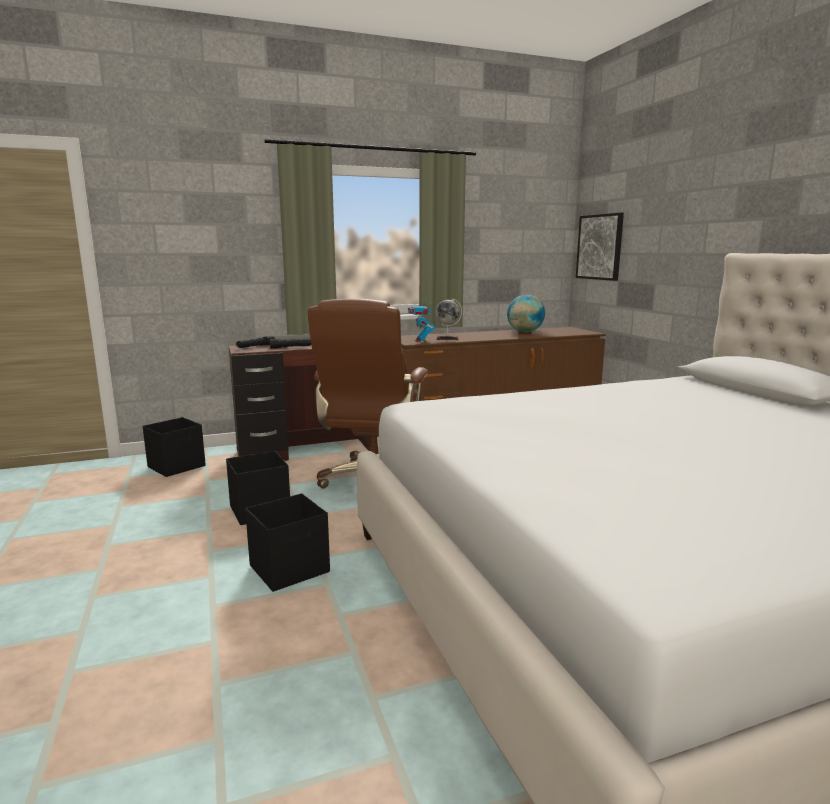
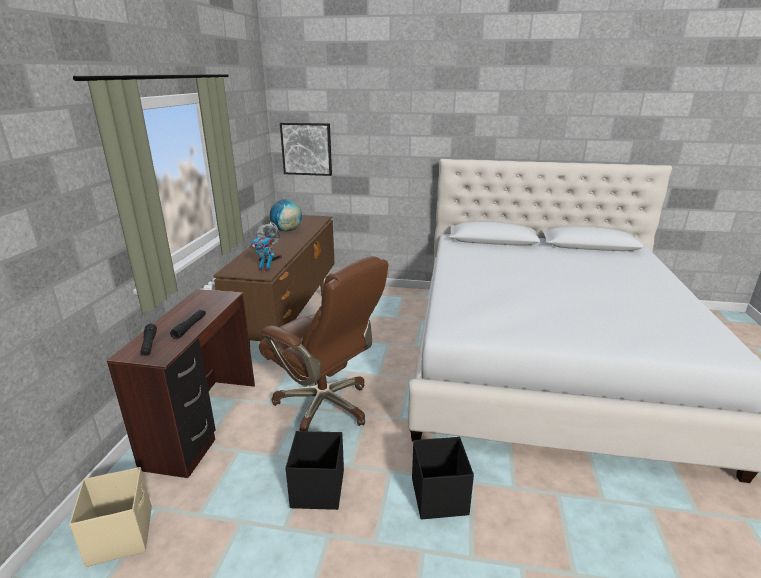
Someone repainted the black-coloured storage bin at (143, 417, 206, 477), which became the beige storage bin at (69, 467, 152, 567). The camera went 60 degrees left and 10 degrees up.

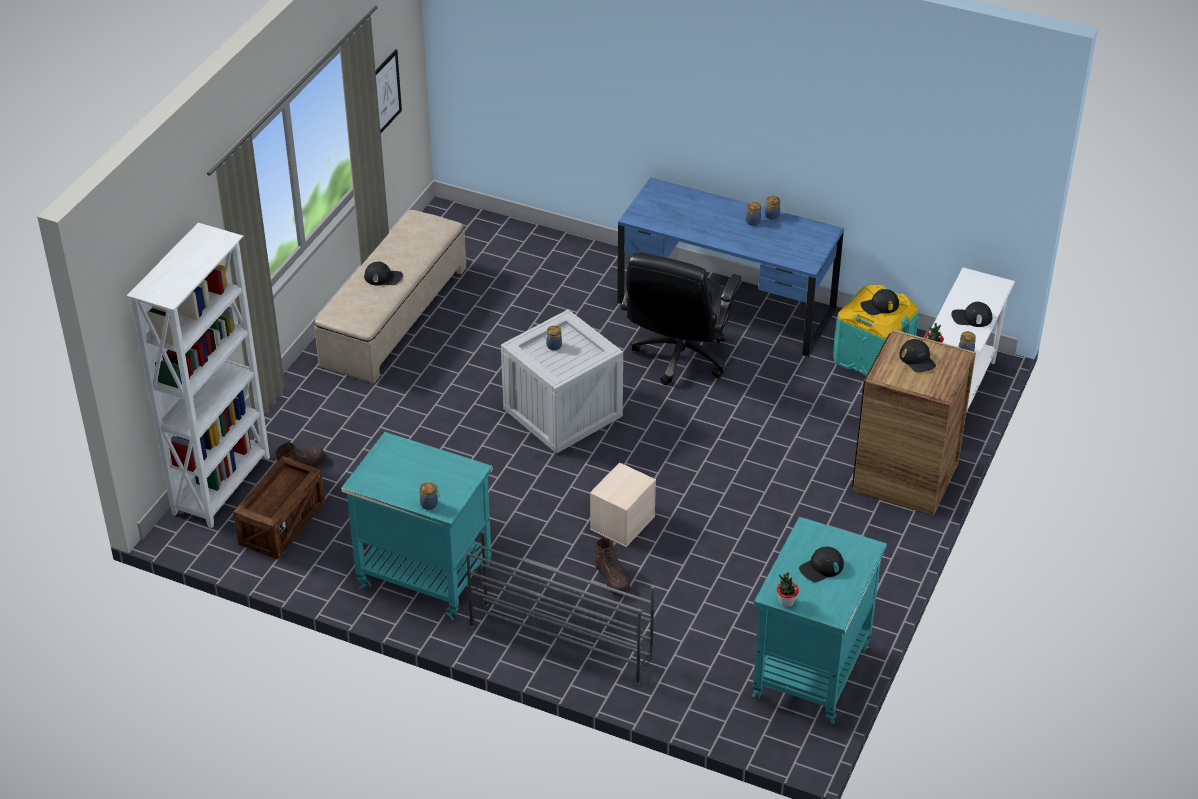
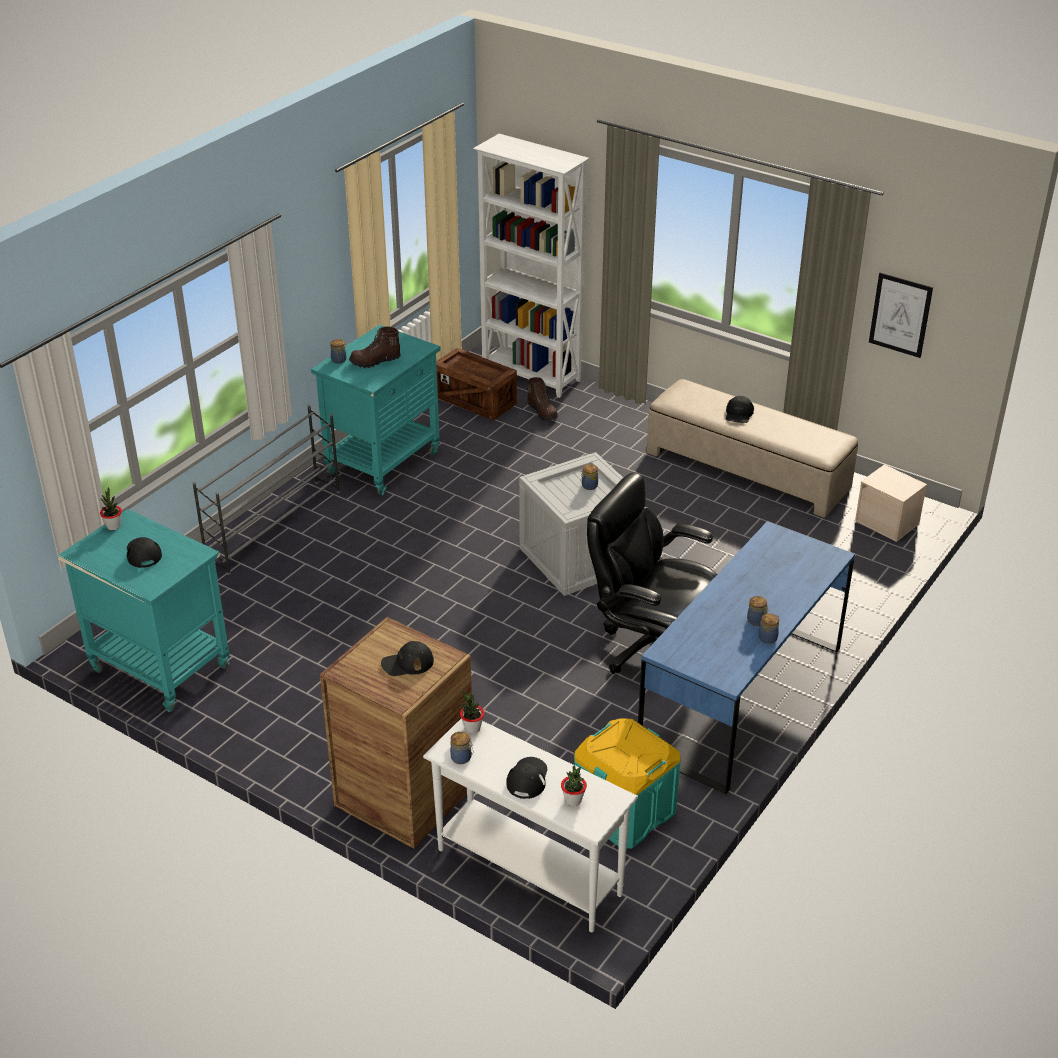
Someone took away the black-coloured baseball cap at (860, 289, 899, 315). Someone put down the potted plant at (561, 766, 587, 806). Someone carried the beige storage bin from (590, 462, 656, 547) to (855, 464, 927, 542). Someone carried the brown-coloured boot from (594, 538, 631, 596) to (349, 327, 401, 368). The camera went 100 degrees right and 5 degrees down.

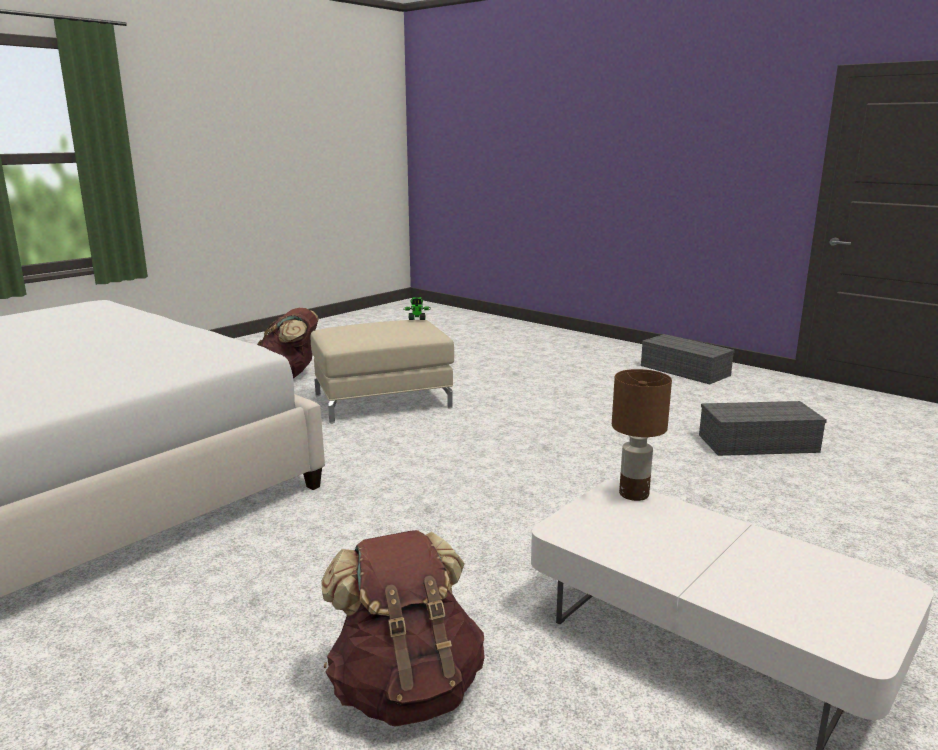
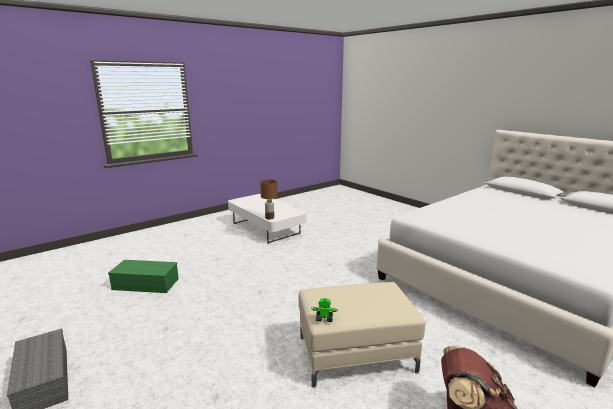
Someone took away the brown-coloured rucksack at (321, 530, 485, 727). Someone repainted the grey storage bin at (699, 401, 827, 456), which became the green-coloured storage bin at (108, 260, 179, 293). The camera went 170 degrees left and 0 degrees up.

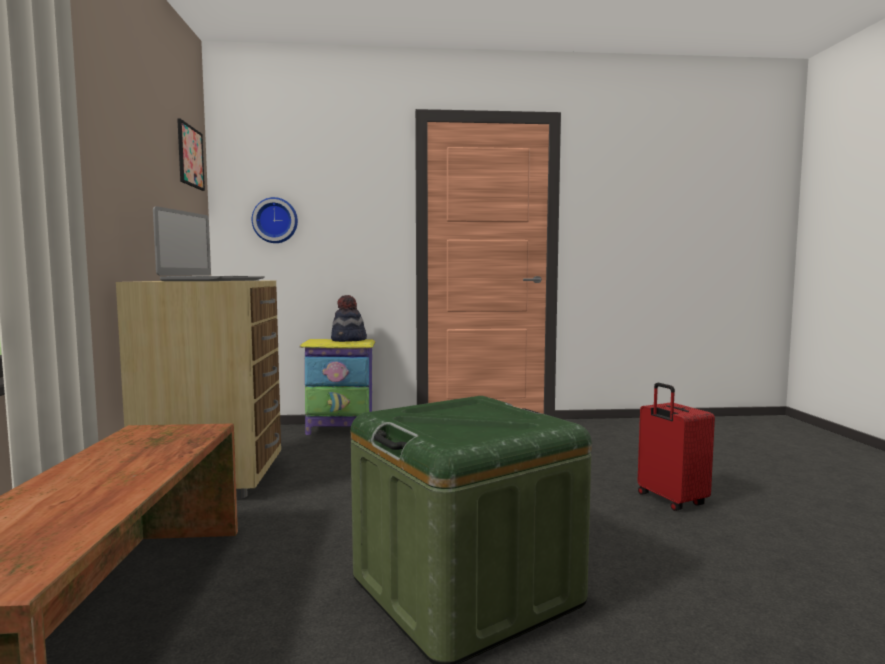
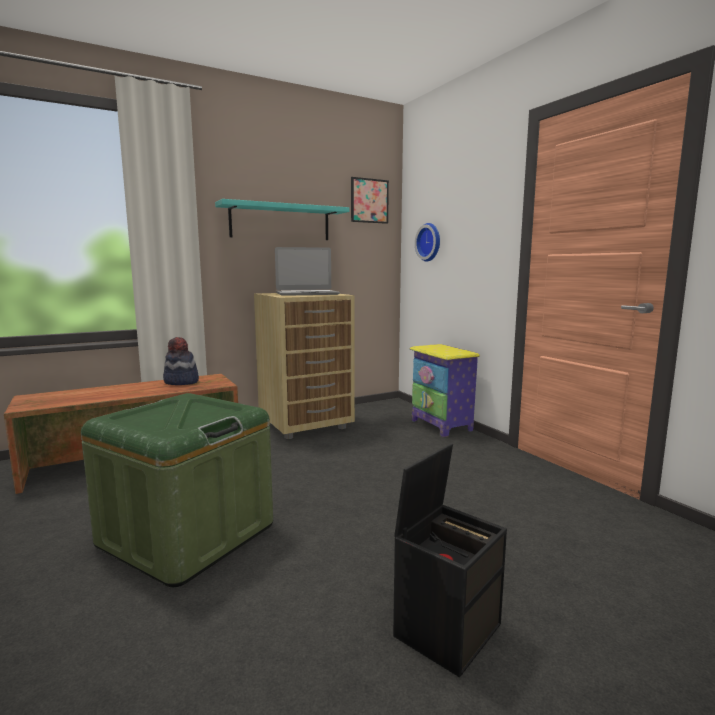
Someone put up the blue-green bracket shelf at (215, 199, 349, 240). Someone carried the hat from (331, 295, 367, 342) to (163, 337, 199, 385). Someone swapped the red travel case at (638, 383, 715, 511) for the black-coloured storage bin at (393, 443, 507, 677). The camera went 65 degrees right and 5 degrees up.

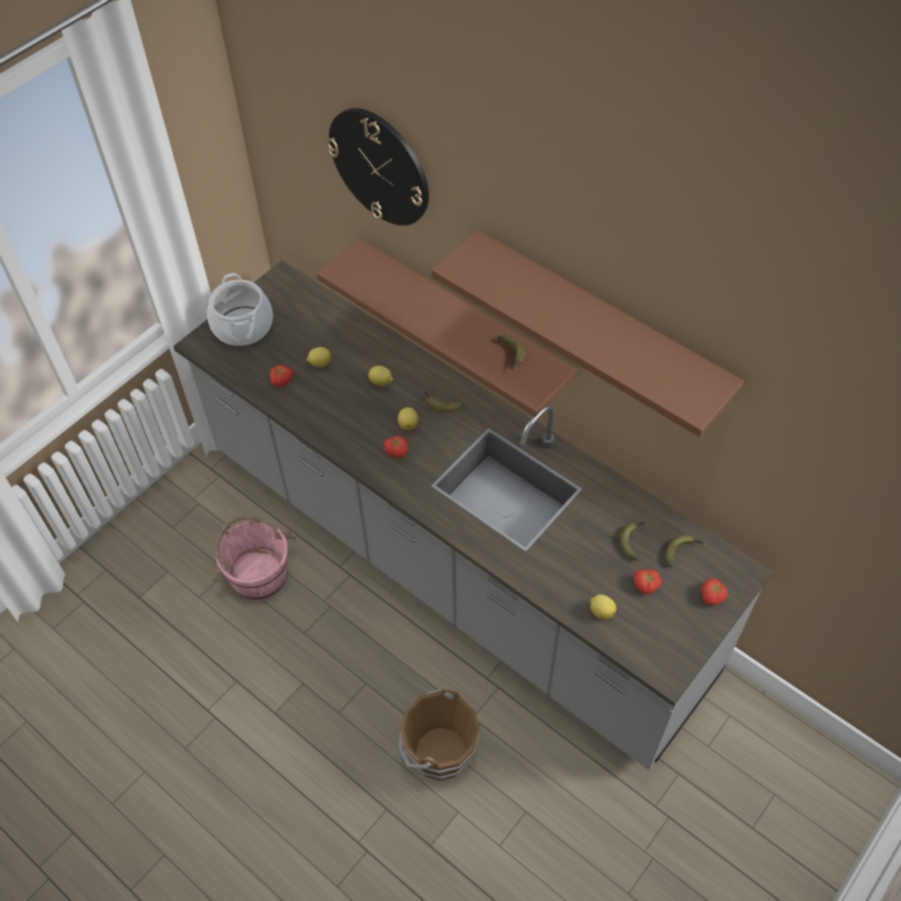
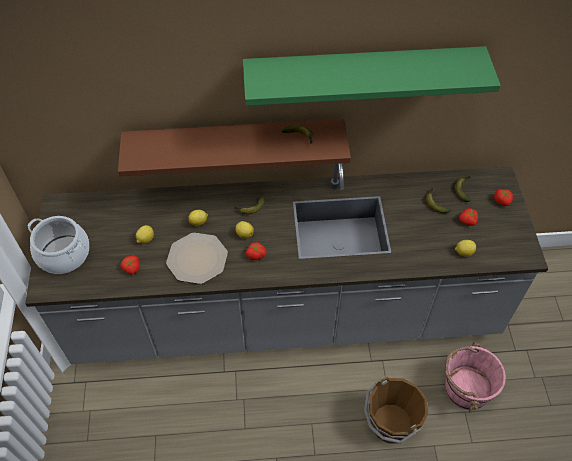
Someone took away the clock on the wall at (327, 108, 429, 226). Someone put down the plate at (166, 233, 228, 284). Someone carried the pink-coloured water bucket from (212, 515, 296, 600) to (445, 342, 506, 413). Someone repainted the brown-coloured bracket shelf at (431, 230, 744, 437), which became the green-coloured bracket shelf at (243, 46, 501, 106). The camera went 45 degrees left and 0 degrees up.

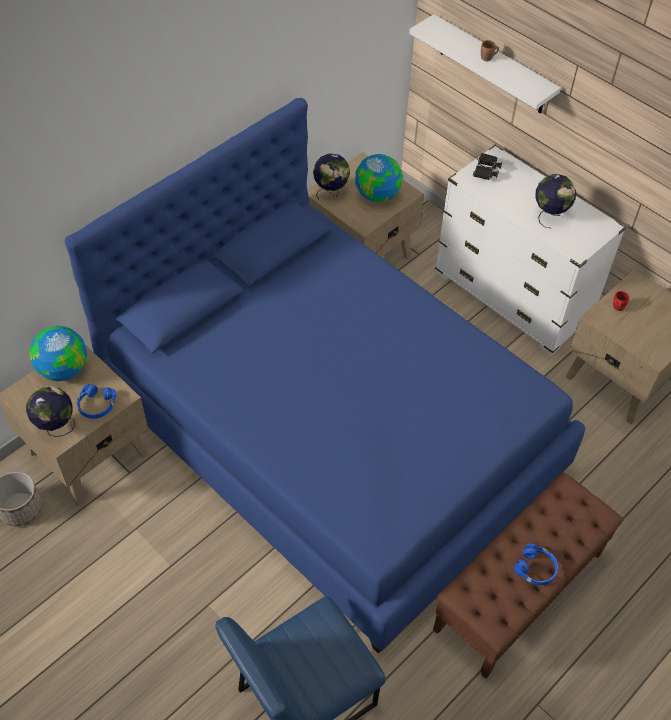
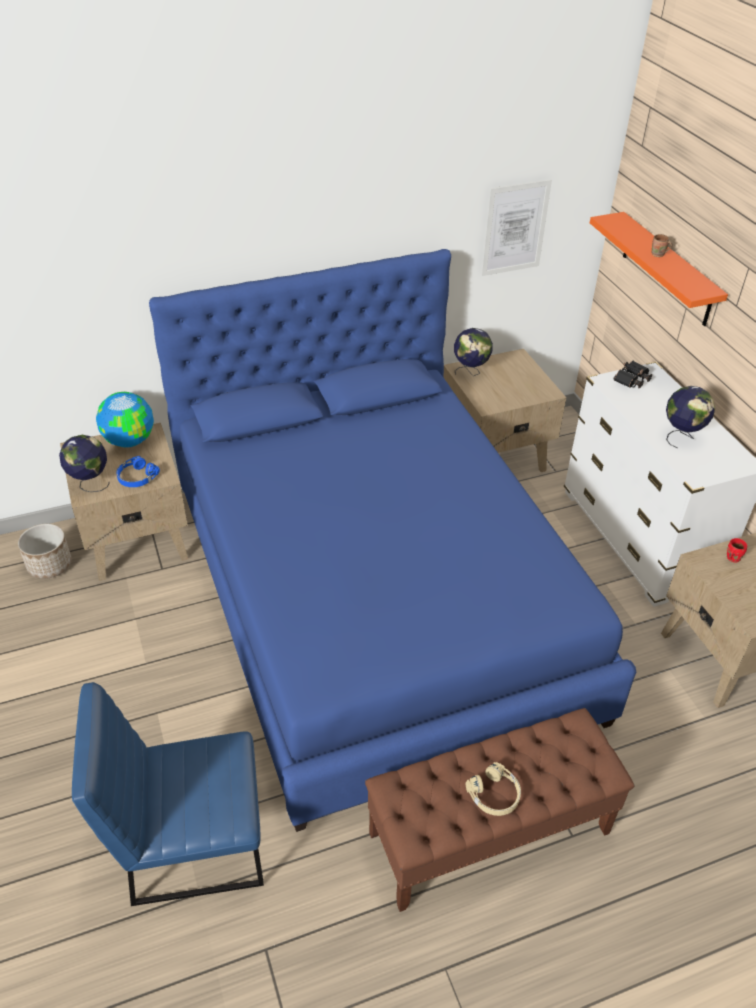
Someone took away the globe at (355, 154, 403, 202). Someone put up the wall art at (481, 179, 552, 276). Someone repainted the white bracket shelf at (409, 14, 561, 114), which became the orangey bracket shelf at (590, 212, 728, 326). Someone repainted the blue-coloured pair of headphones at (514, 544, 558, 585), which became the beige pair of headphones at (465, 762, 521, 816). The camera went 25 degrees right and 10 degrees down.

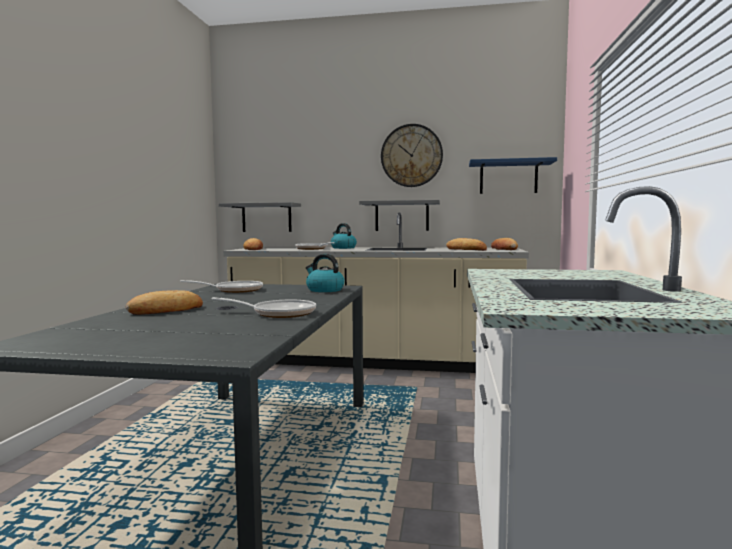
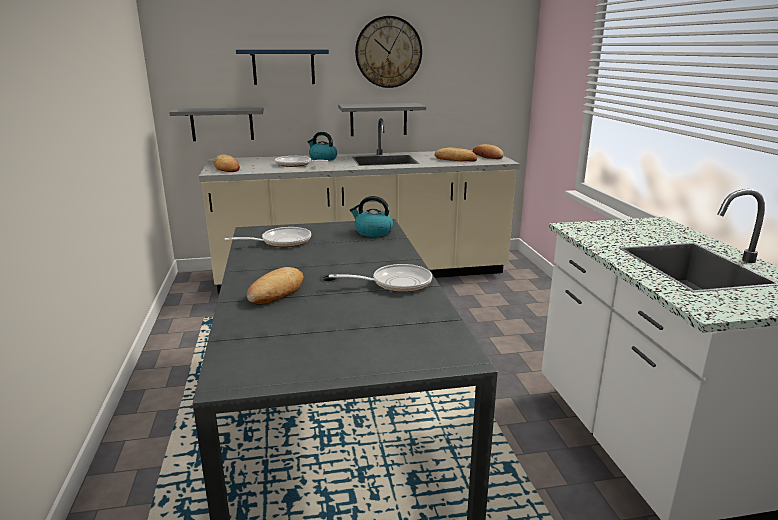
Someone carried the blue-coloured bracket shelf from (469, 157, 557, 194) to (236, 49, 329, 85). The camera went 20 degrees left and 15 degrees up.

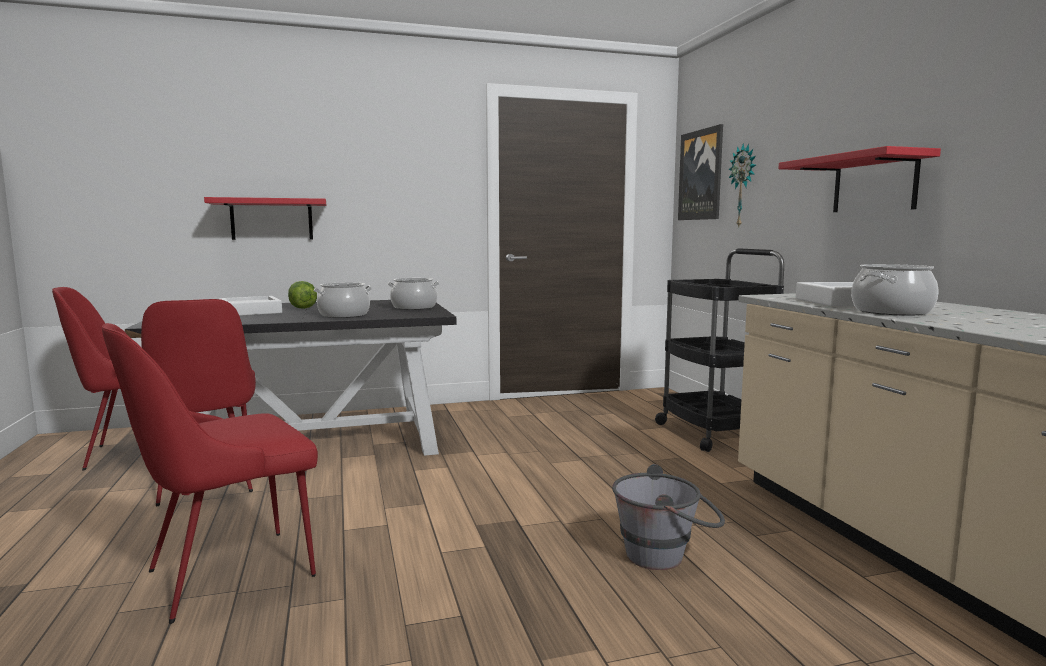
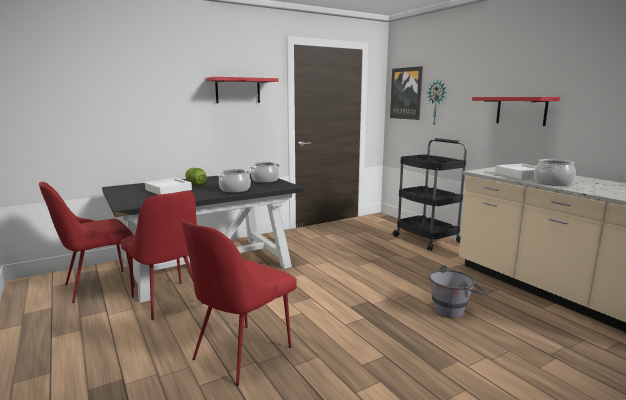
Someone carried the red bracket shelf from (204, 197, 326, 240) to (206, 77, 278, 103). The camera went 15 degrees left and 5 degrees up.

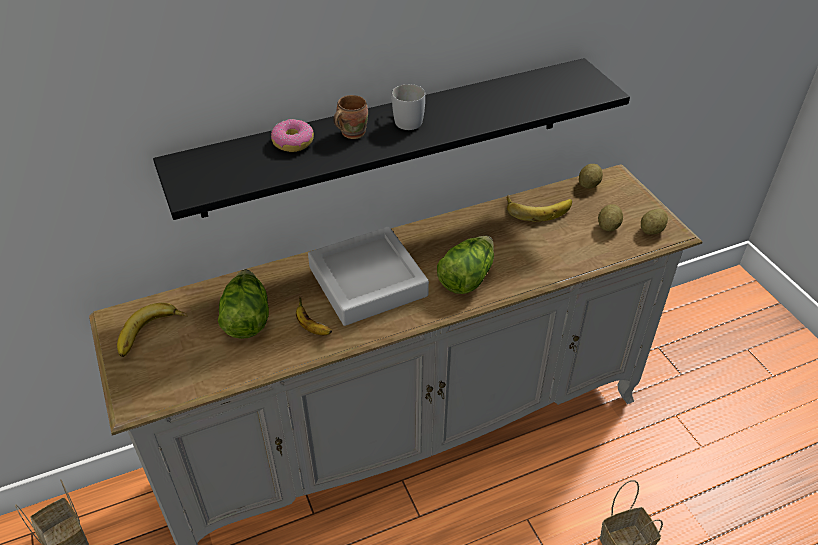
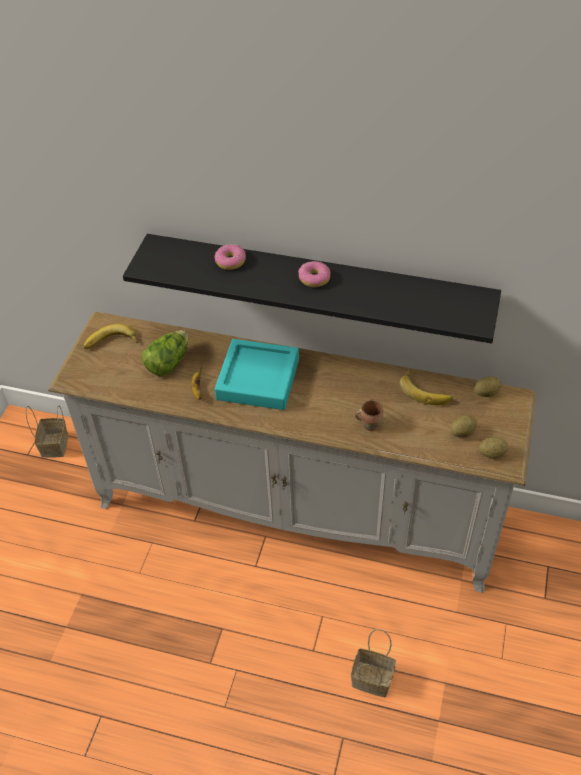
Someone took away the lettuce head at (437, 236, 494, 294). Someone carried the brown-coloured coffee mug from (333, 95, 368, 139) to (355, 400, 383, 431). Someone swapped the white coffee mug at (391, 84, 425, 130) for the ring doughnut at (298, 261, 331, 287). Someone repainted the grey serving tray at (308, 226, 429, 326), which became the blue-green serving tray at (215, 339, 299, 410). The camera went 40 degrees right and 5 degrees up.

